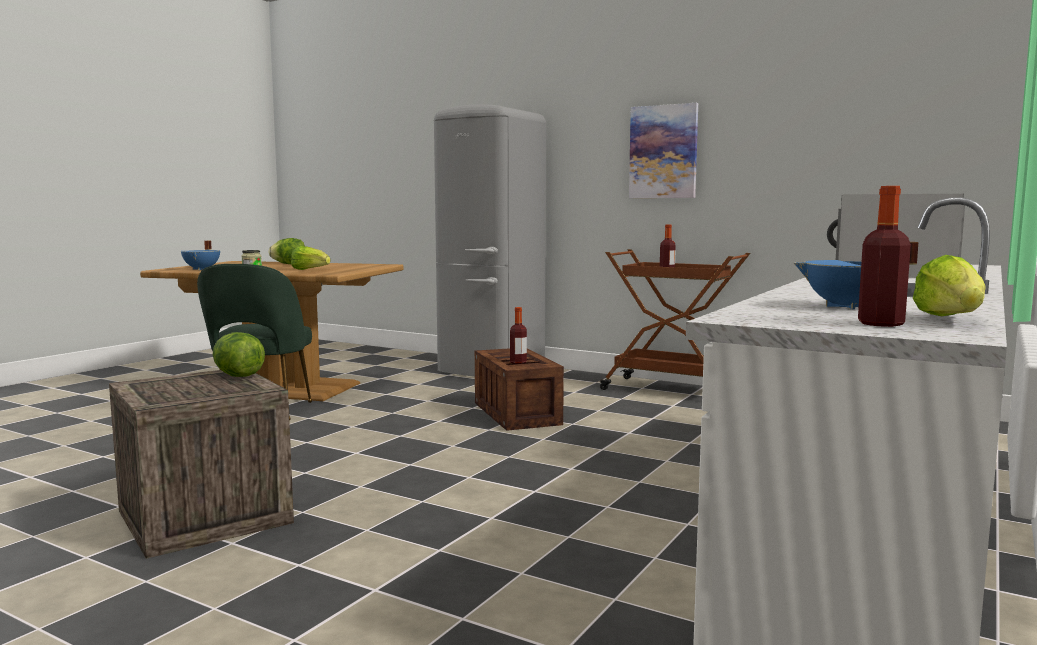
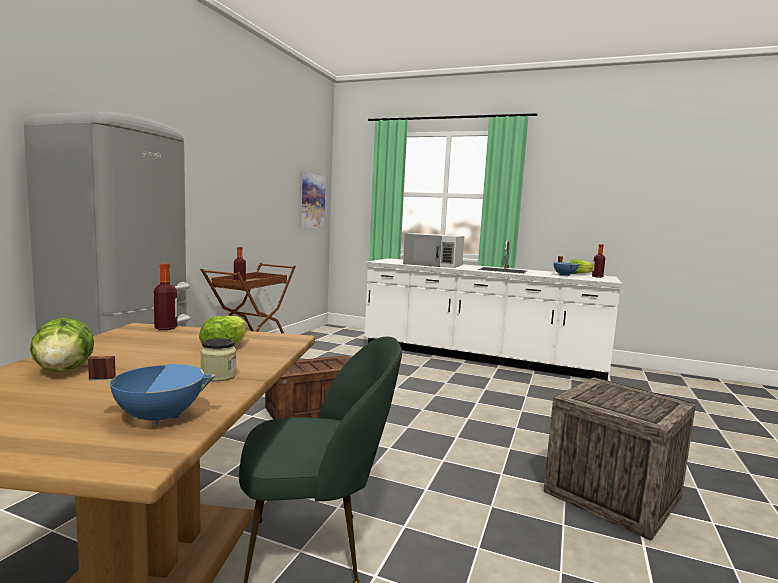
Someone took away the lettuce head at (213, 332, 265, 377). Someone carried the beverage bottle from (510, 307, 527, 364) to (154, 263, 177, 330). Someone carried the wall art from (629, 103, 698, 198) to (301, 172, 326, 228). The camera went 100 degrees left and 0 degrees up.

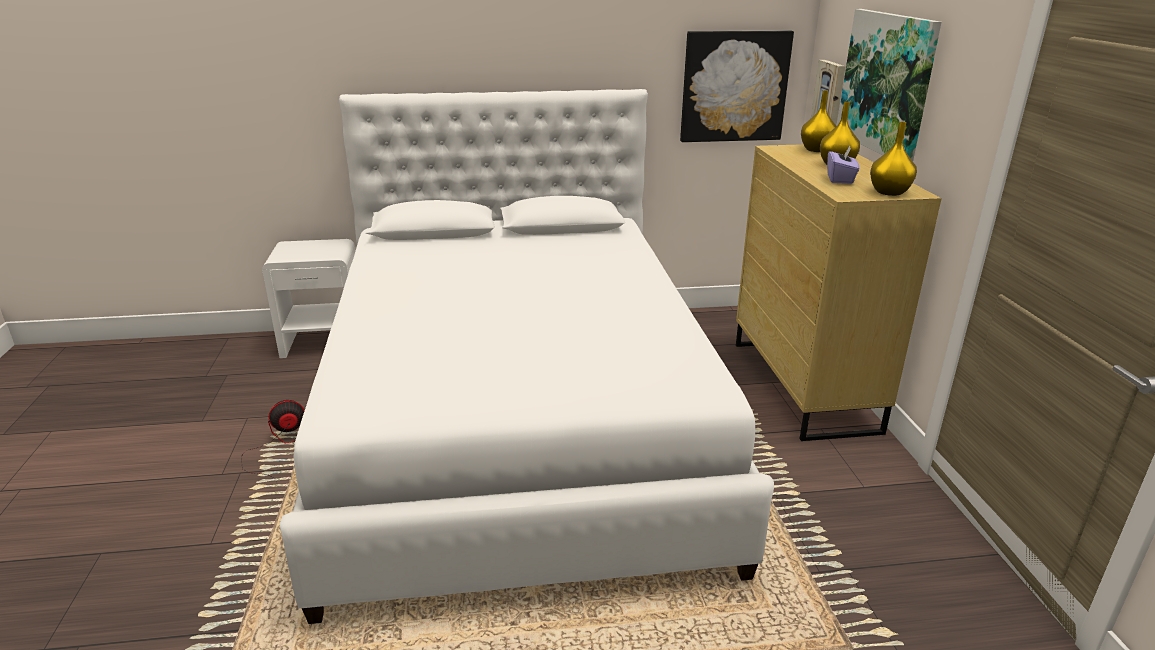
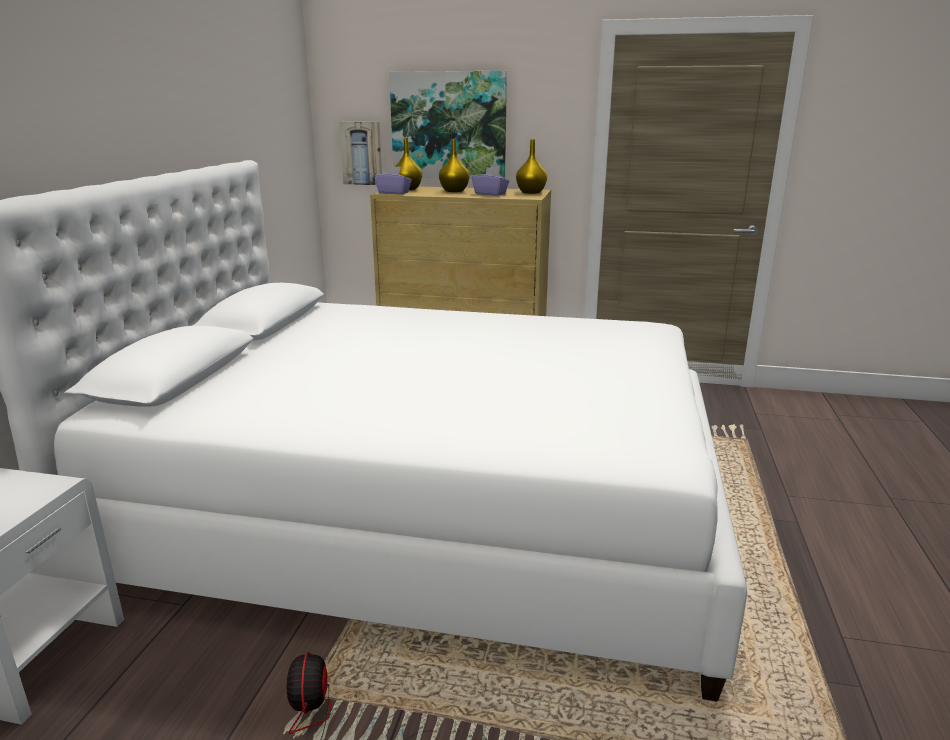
Someone took away the wall art at (680, 30, 794, 142). Someone put down the purple-coloured tissue holder at (374, 166, 412, 194). The camera went 70 degrees left and 5 degrees down.

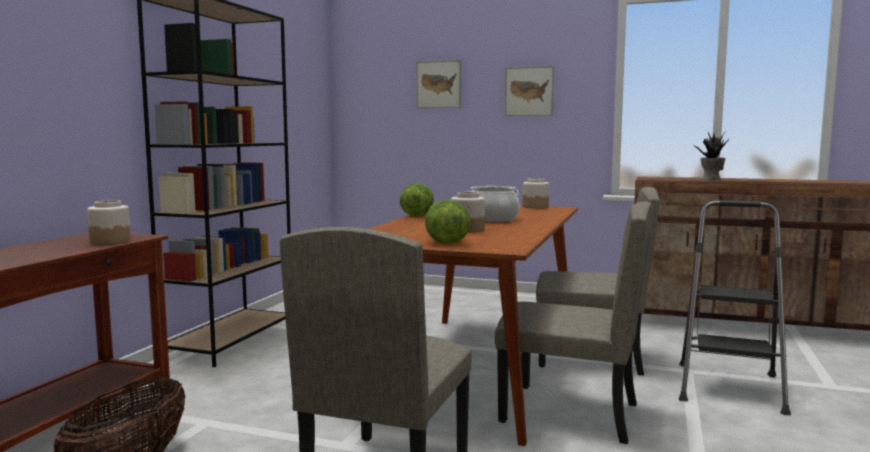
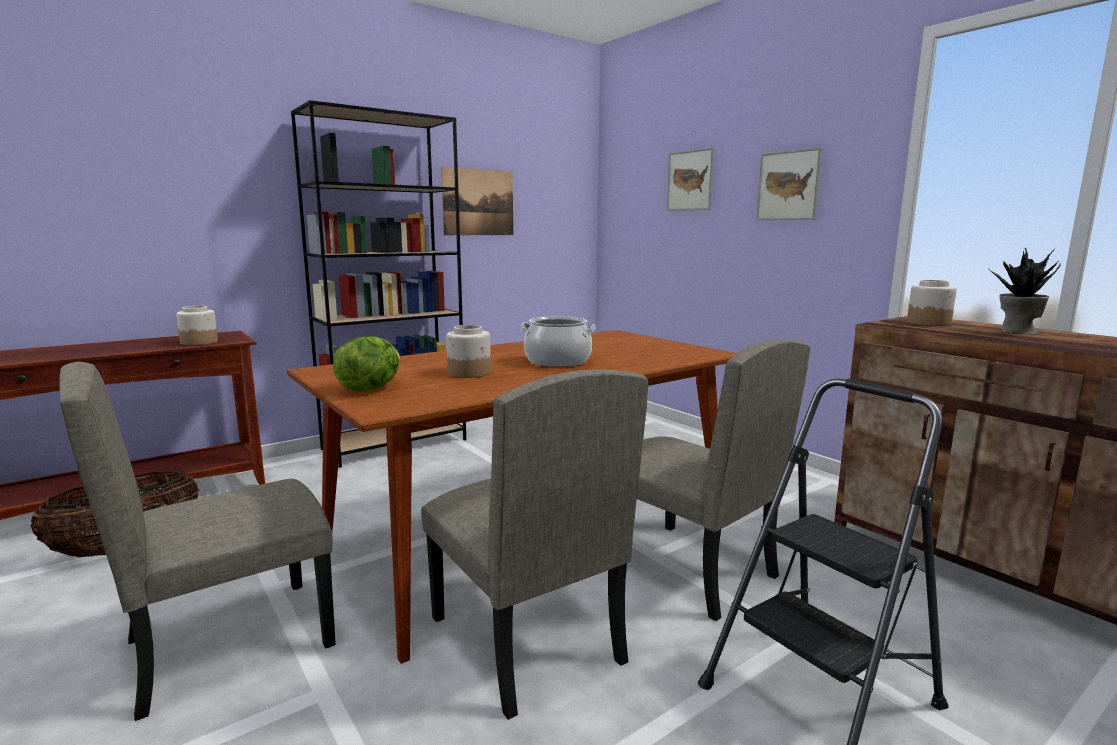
Someone took away the lettuce head at (400, 183, 434, 216). Someone put up the wall art at (441, 167, 513, 235). Someone carried the jar from (522, 178, 549, 209) to (907, 280, 957, 326). The camera went 35 degrees right and 5 degrees up.

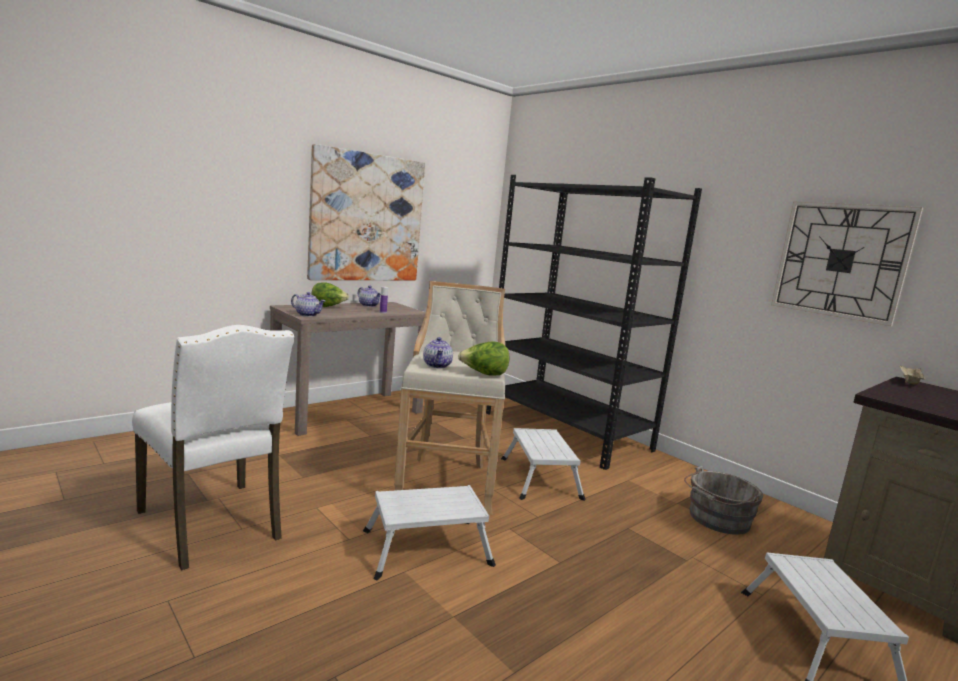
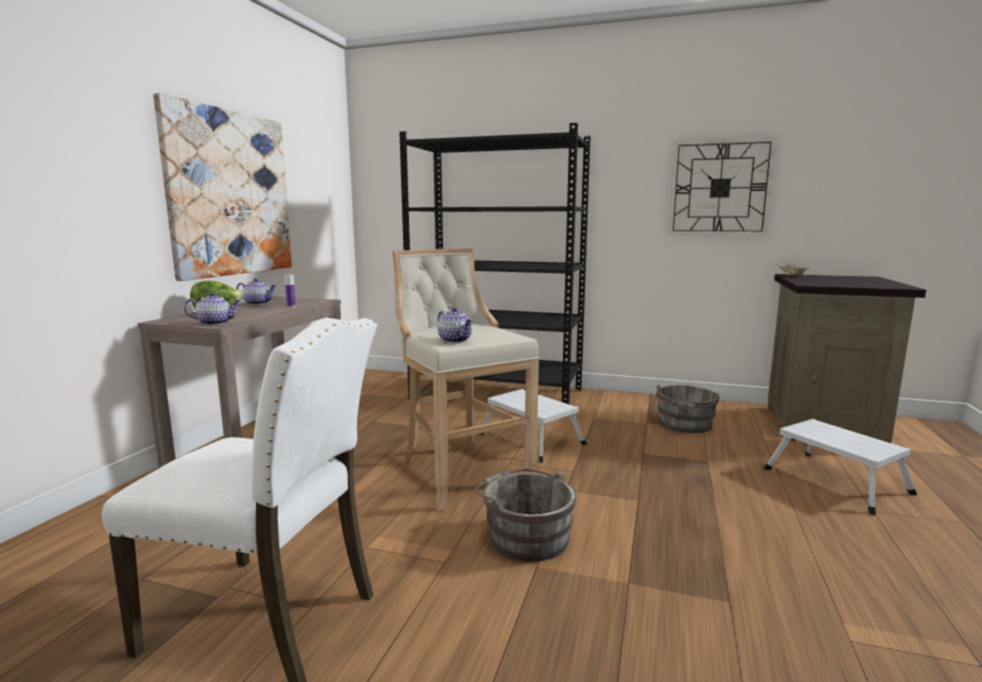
Someone took away the lettuce head at (458, 341, 509, 376). Someone swapped the white stepladder at (363, 485, 496, 580) for the grey water bucket at (474, 469, 576, 562). The camera went 30 degrees left and 0 degrees up.

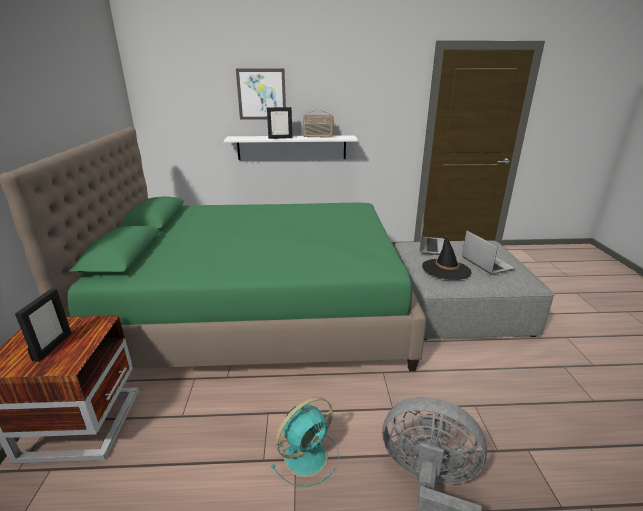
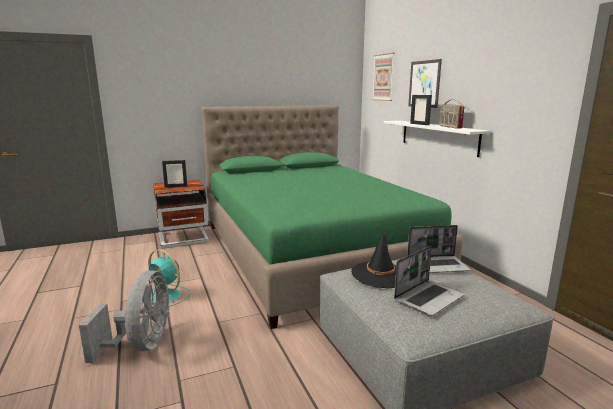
Someone put up the wall art at (372, 53, 395, 101). The camera went 70 degrees right and 10 degrees down.

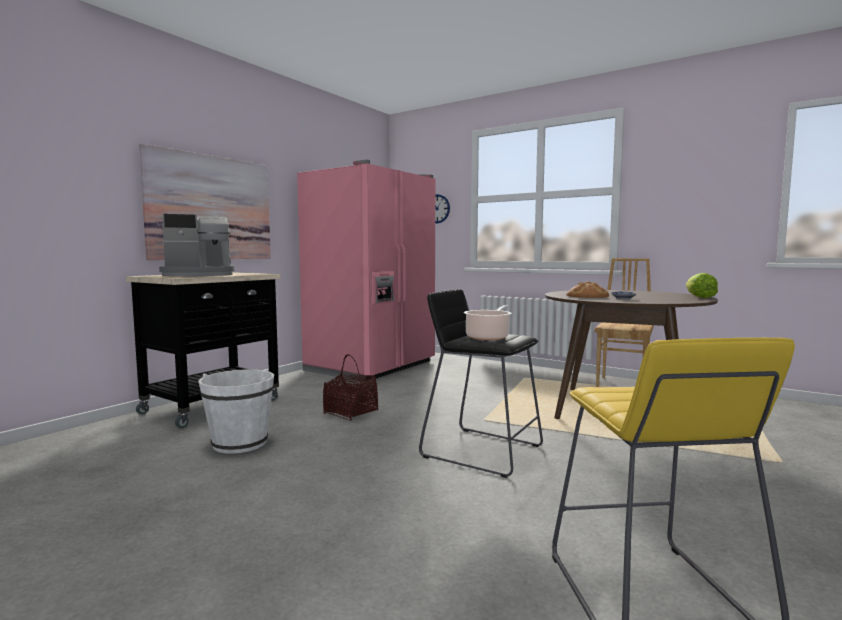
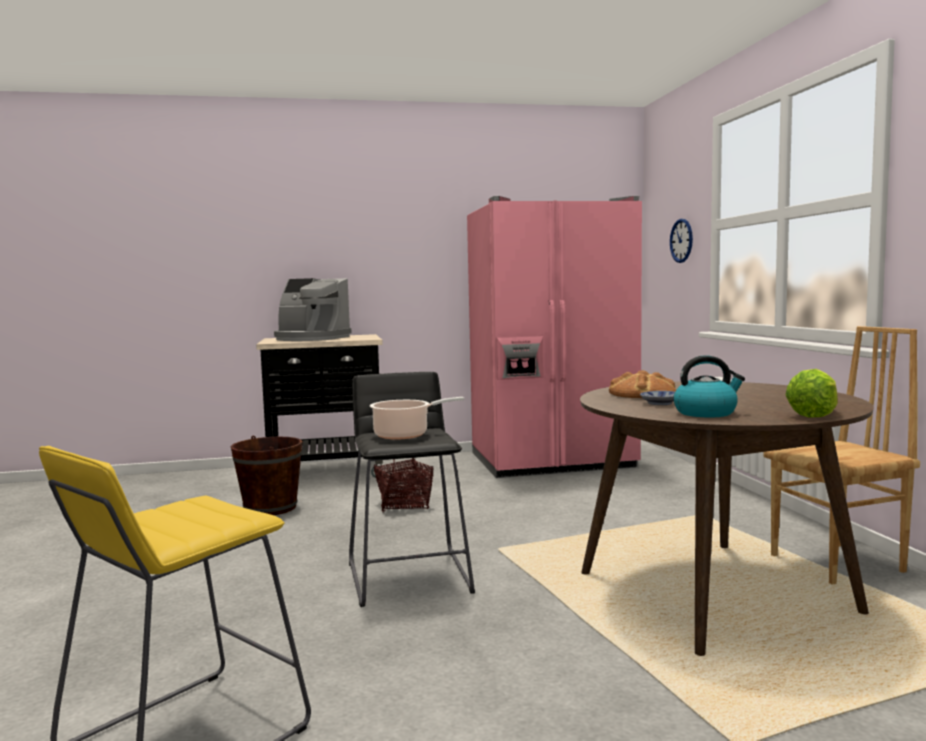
Someone took away the wall art at (139, 144, 271, 260). Someone put down the water kettle at (673, 355, 745, 417). Someone repainted the white water bucket at (198, 369, 274, 454), which became the brown-coloured water bucket at (231, 436, 303, 515). The camera went 45 degrees right and 0 degrees up.

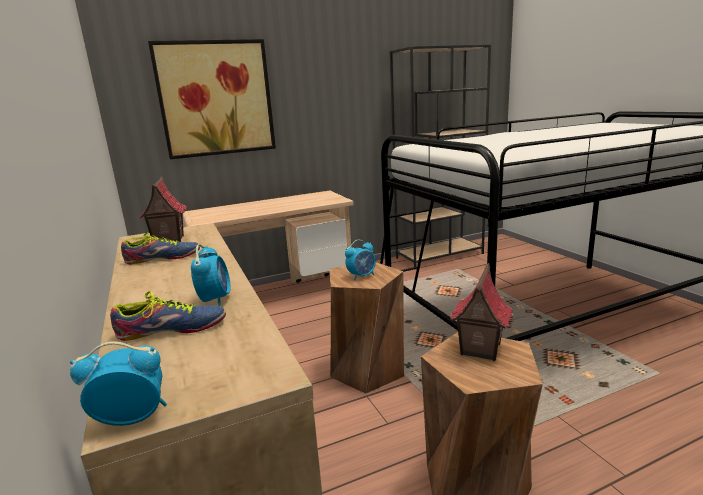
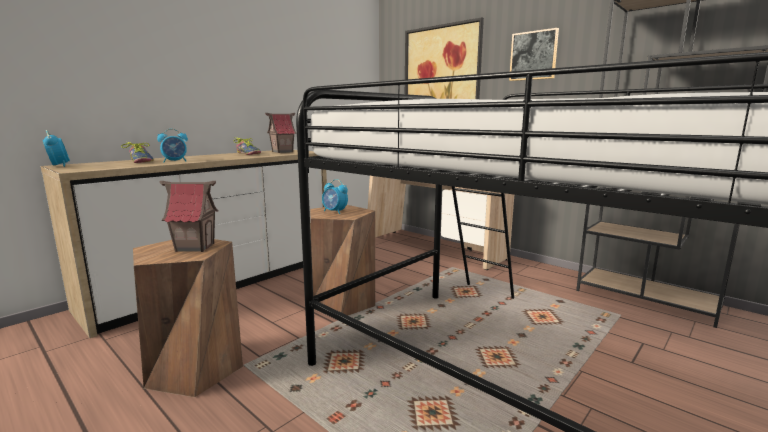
Someone put up the wall art at (509, 28, 559, 81). The camera went 65 degrees right and 5 degrees down.

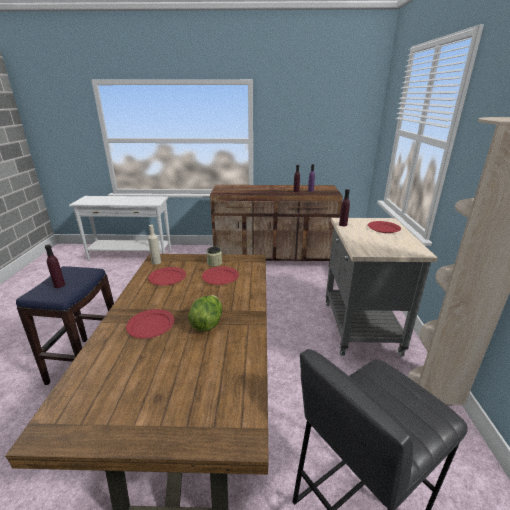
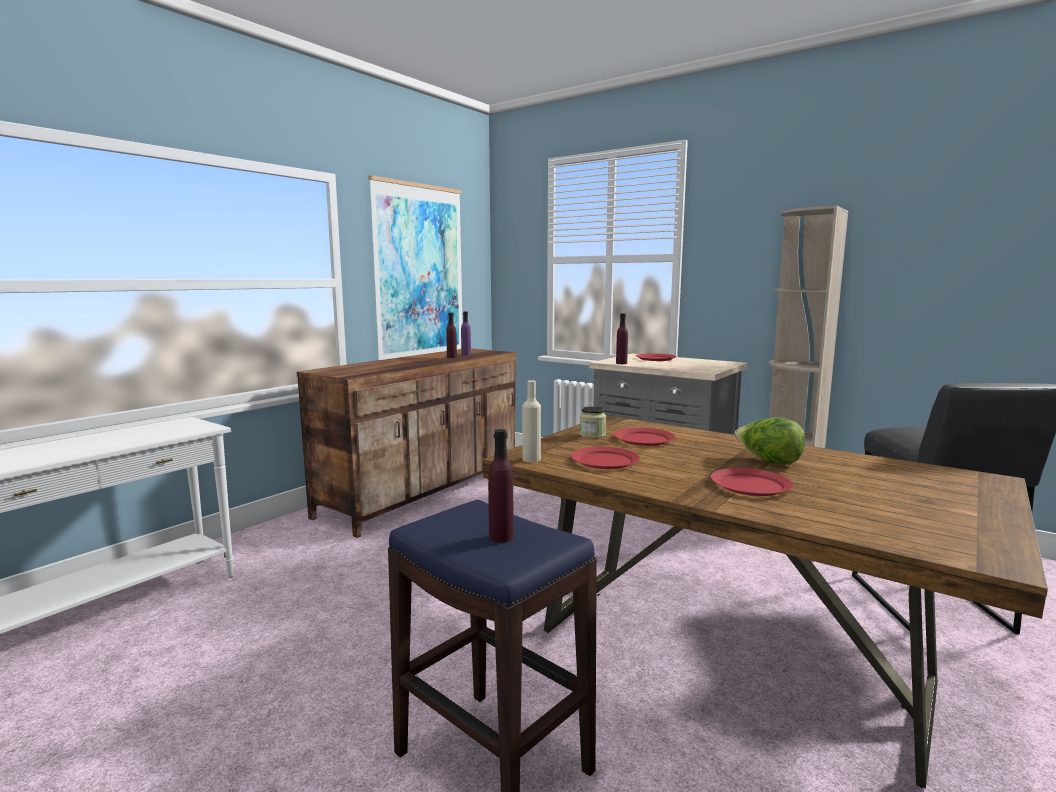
Someone put up the wall art at (368, 175, 462, 360). The camera went 55 degrees left and 15 degrees down.

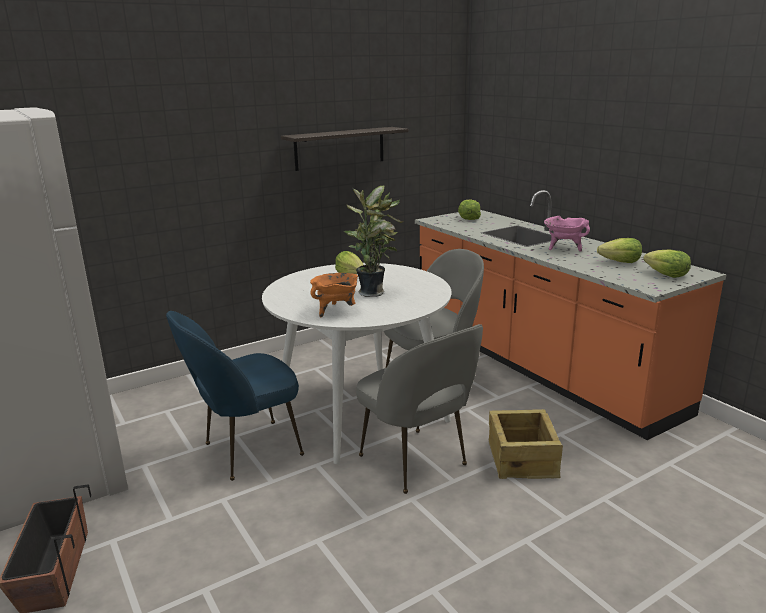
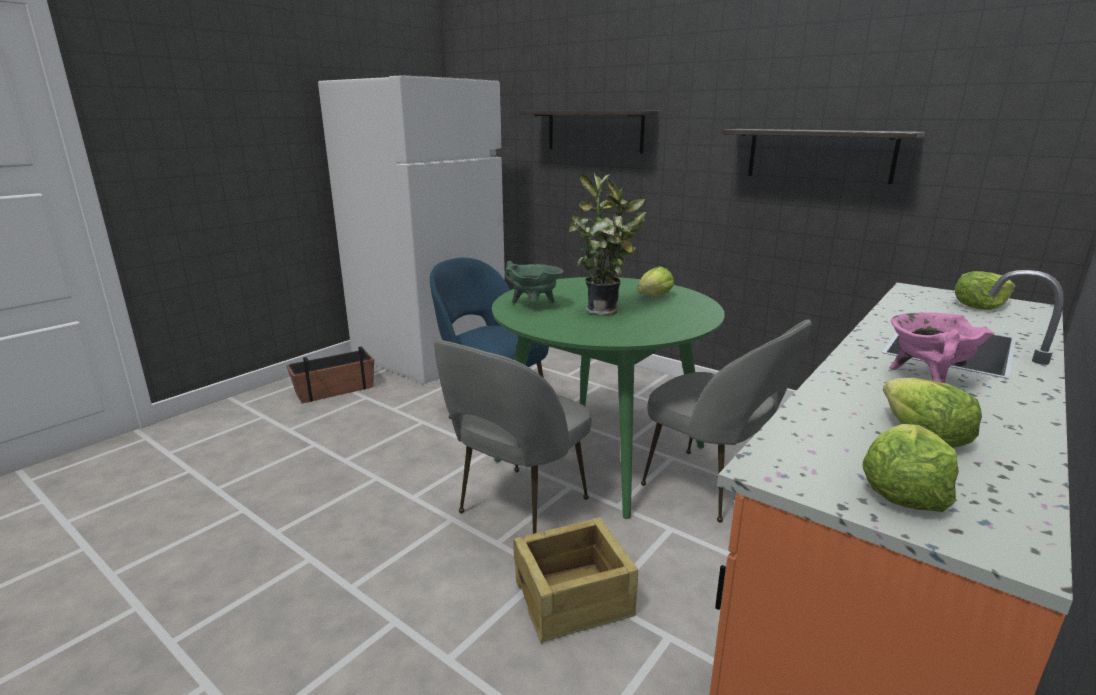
Someone put up the bracket shelf at (520, 111, 659, 153). Someone repainted the white kitchen table at (262, 263, 452, 464), which became the green-coloured kitchen table at (492, 277, 725, 519). Someone repainted the orangey cooking pot at (310, 273, 358, 317), which became the green-coloured cooking pot at (505, 261, 564, 304). The camera went 70 degrees right and 0 degrees up.

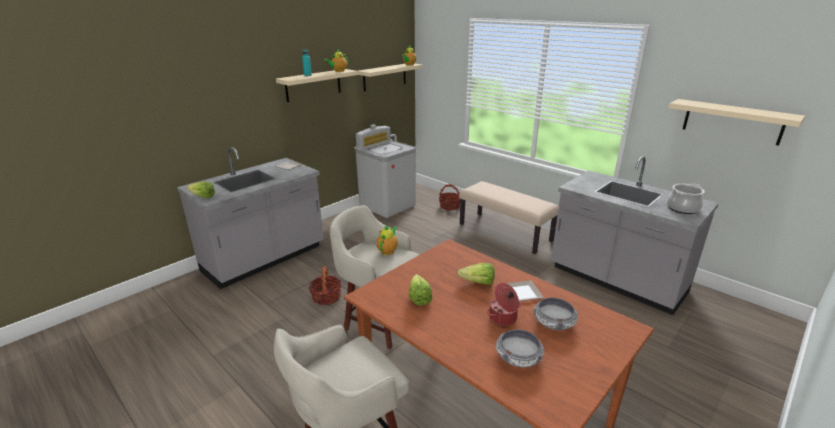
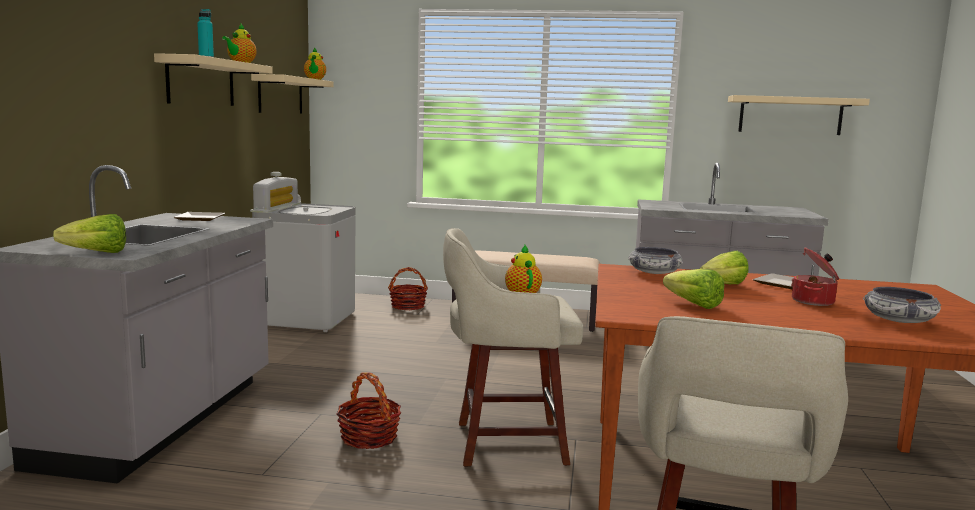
Someone took away the cooking pot at (667, 183, 705, 214). Someone carried the deep dish from (533, 297, 579, 330) to (628, 247, 683, 274). The camera went 35 degrees left and 15 degrees down.

